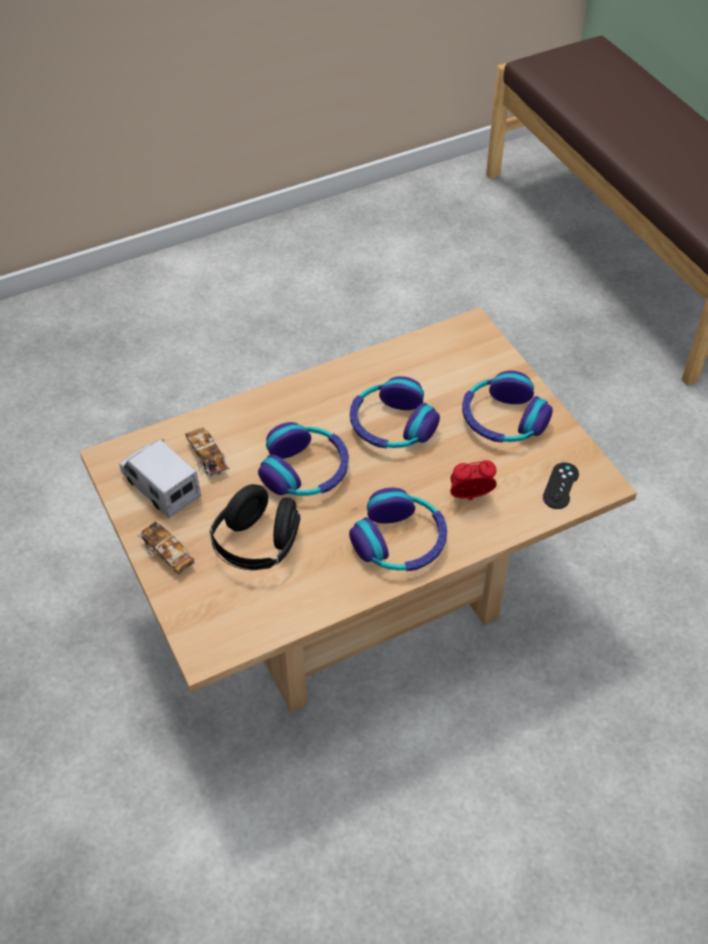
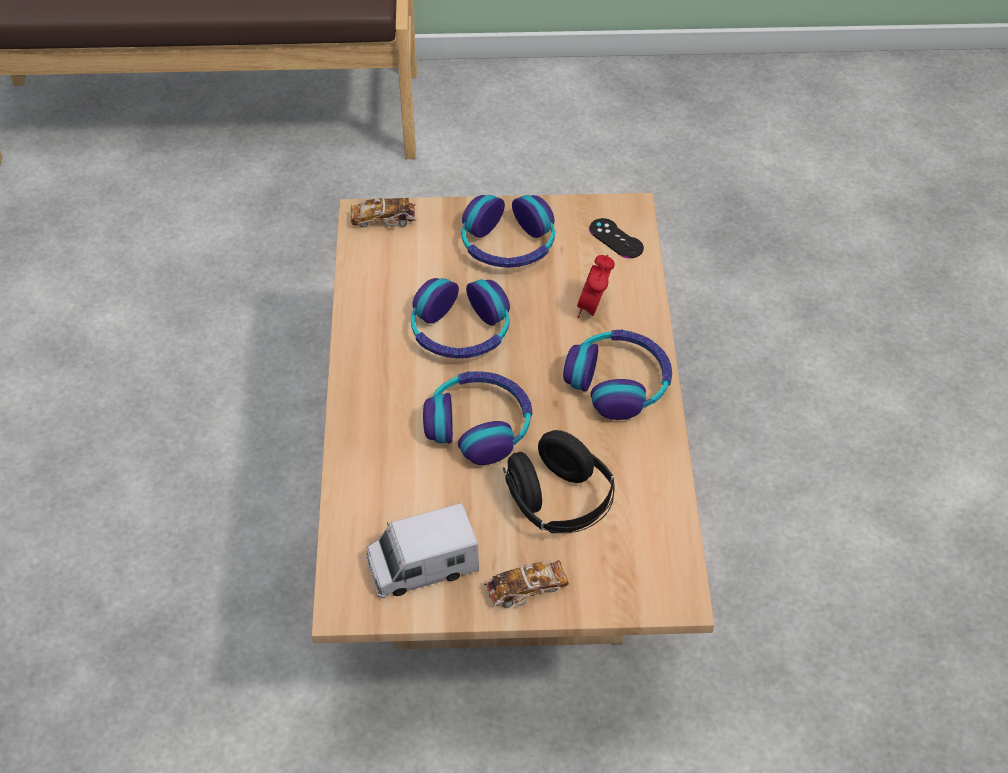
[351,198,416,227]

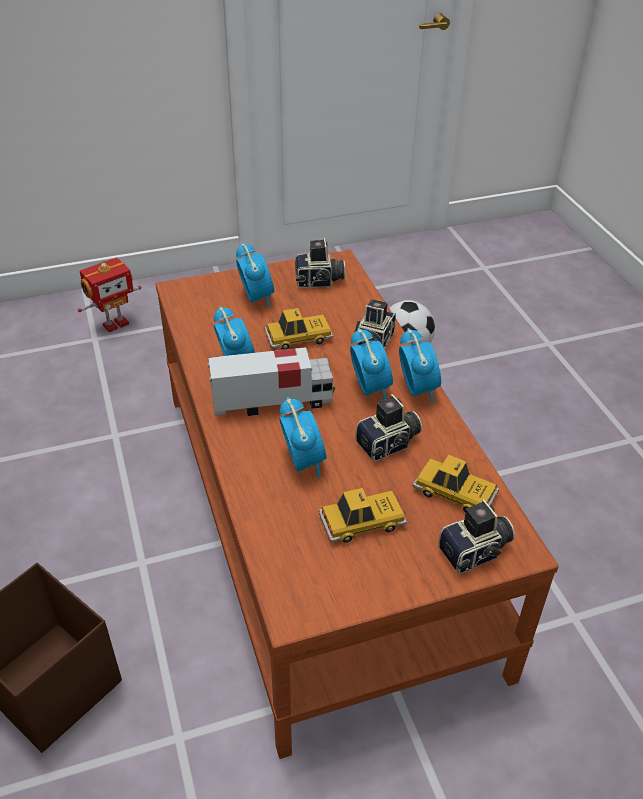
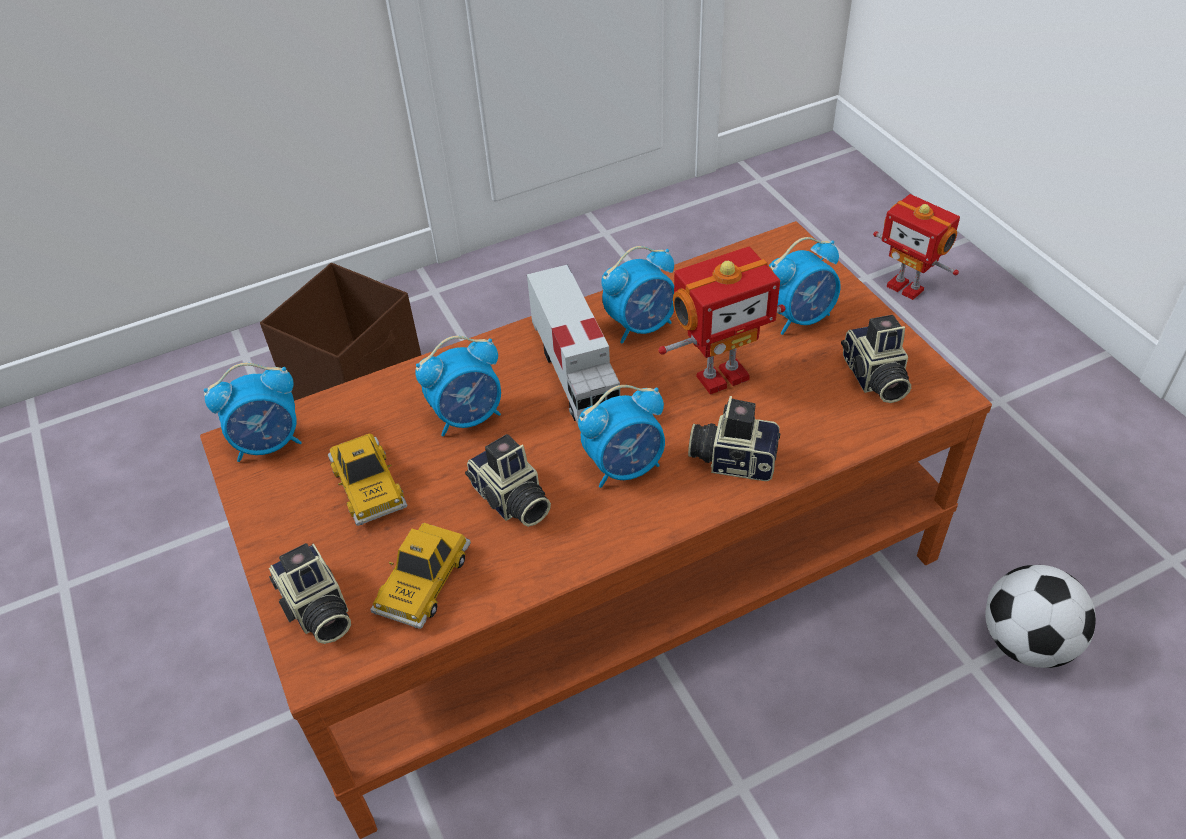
[204,363,302,462]
[658,247,786,394]

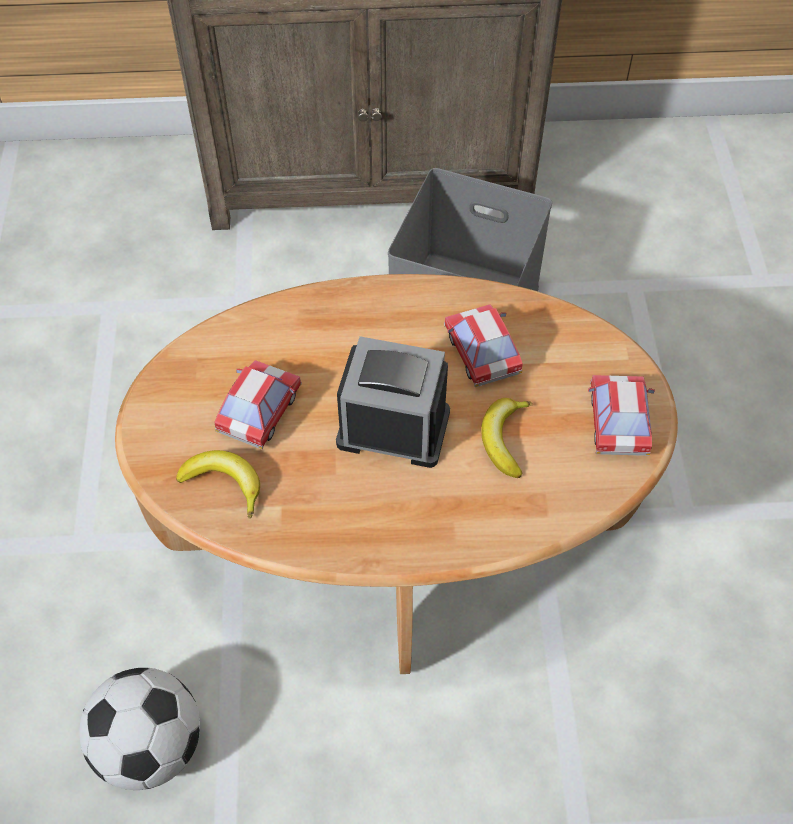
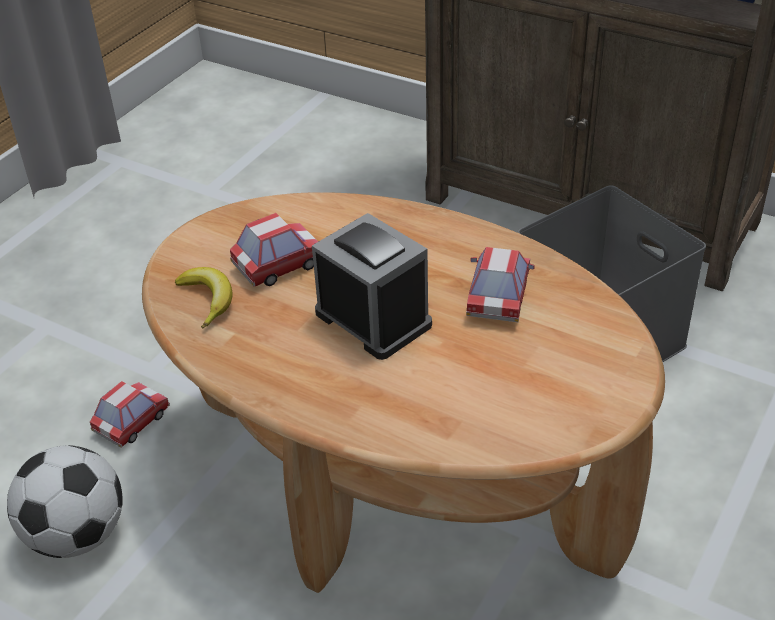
[482,398,532,478] (first image)
[90,381,170,447]

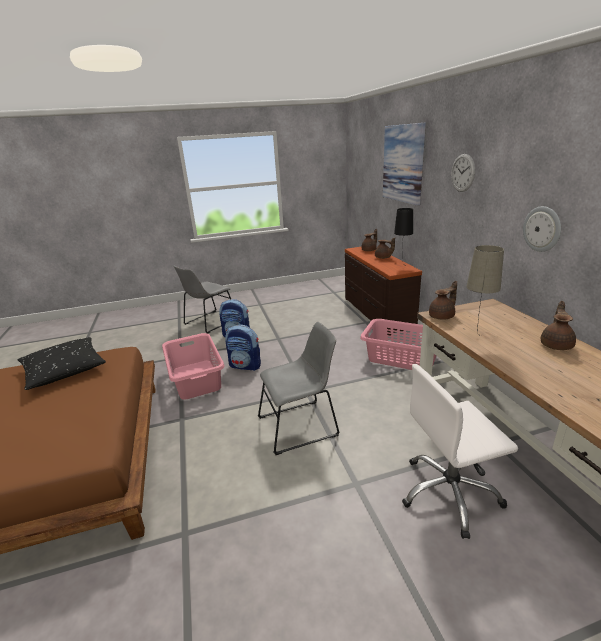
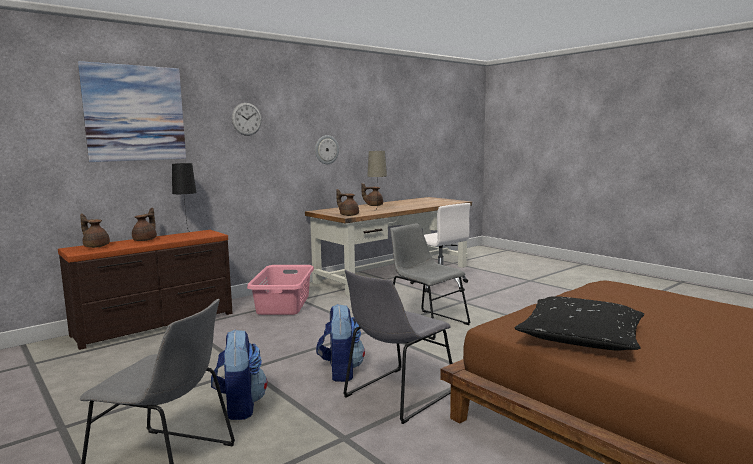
[343,270,452,424]

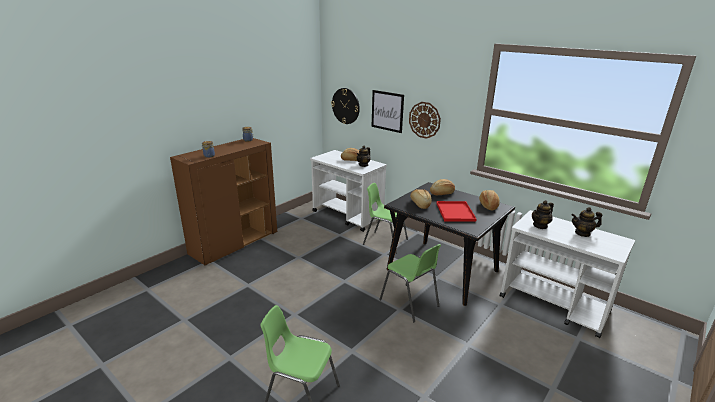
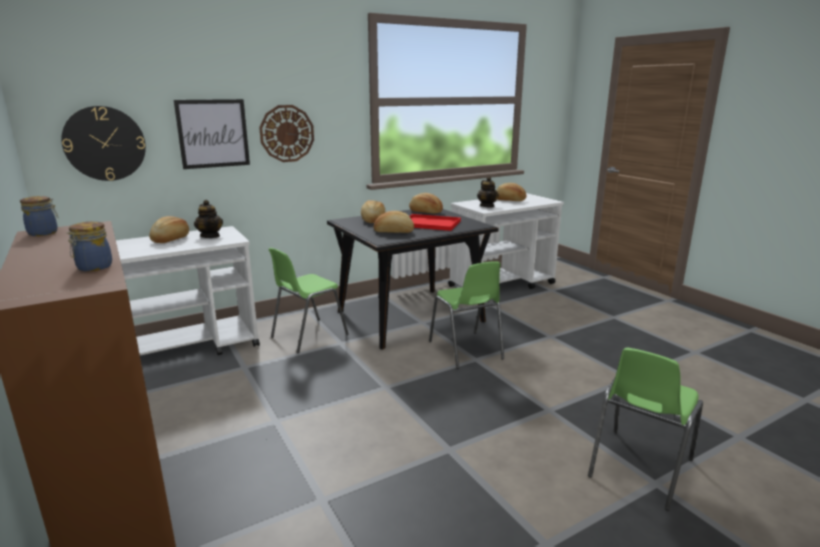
[496,183,526,201]
[429,261,504,369]

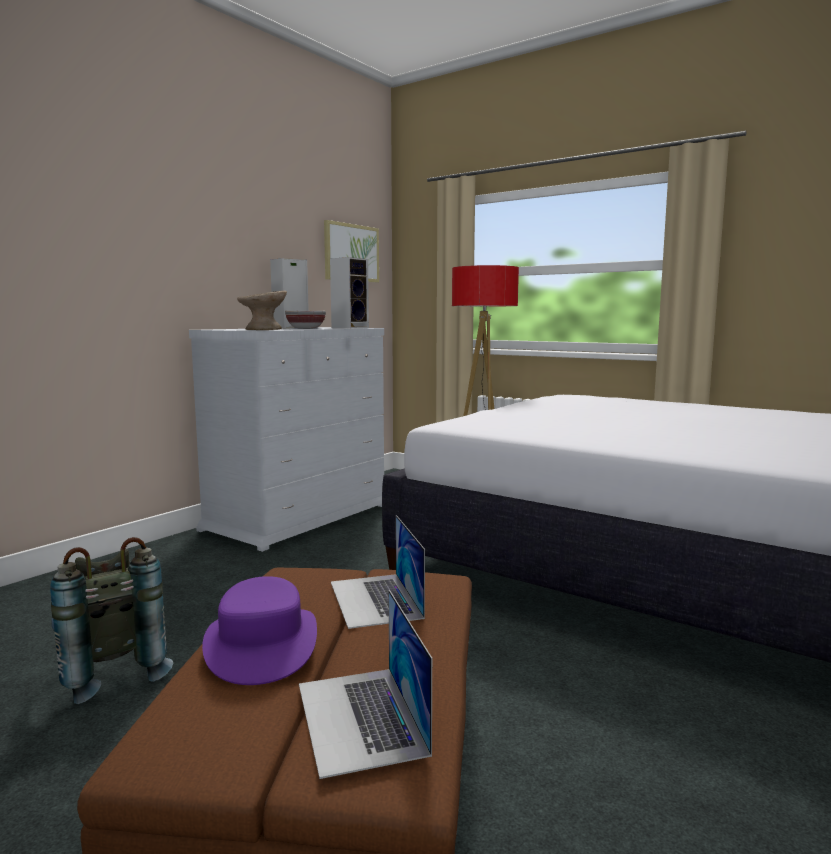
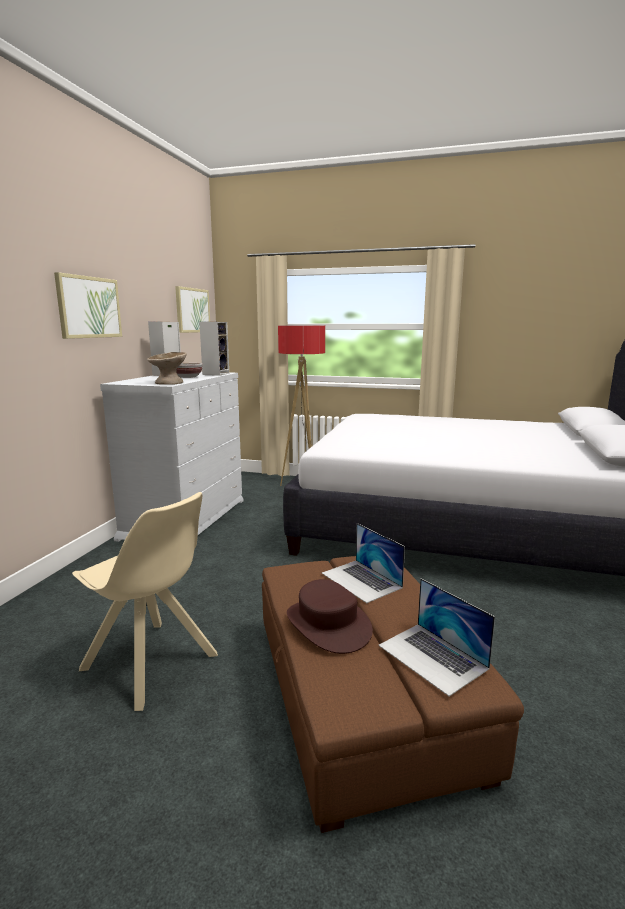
[54,272,122,339]
[72,492,218,711]
[287,579,373,654]

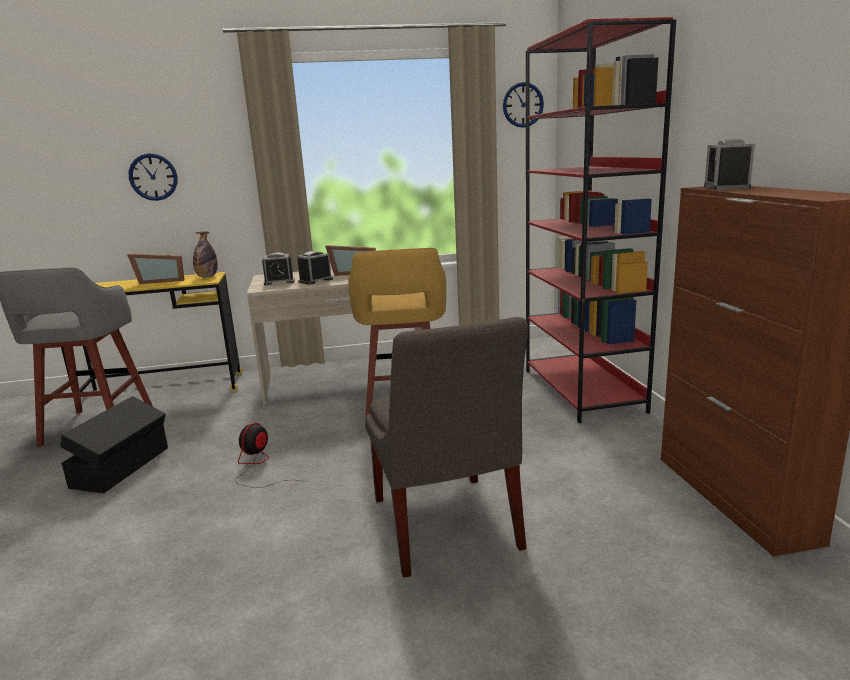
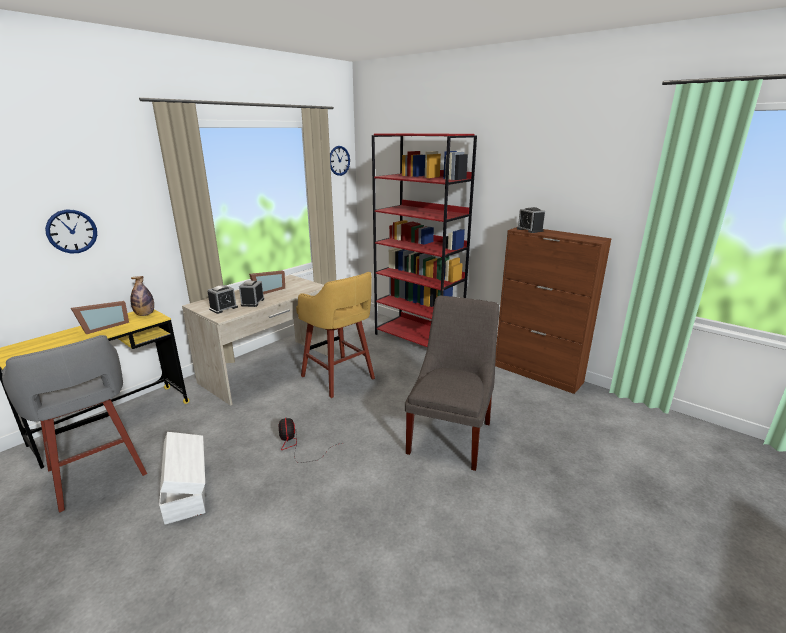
[159,432,206,525]
[405,296,500,471]

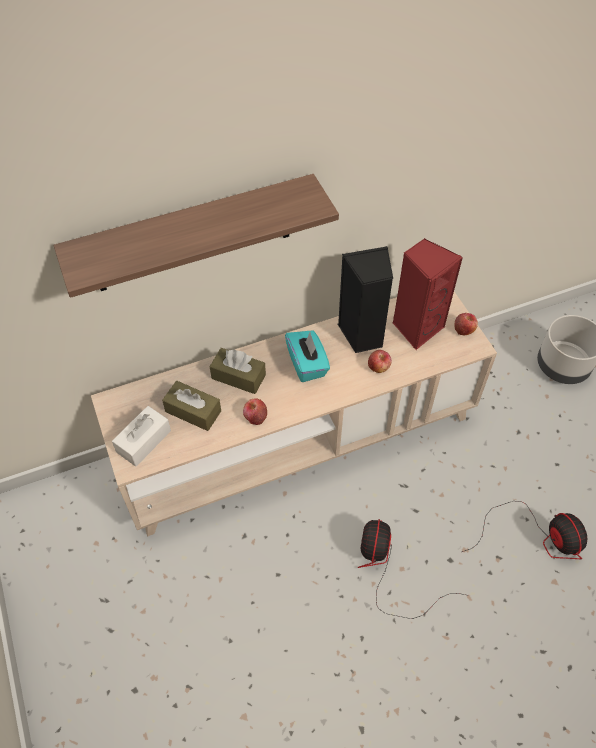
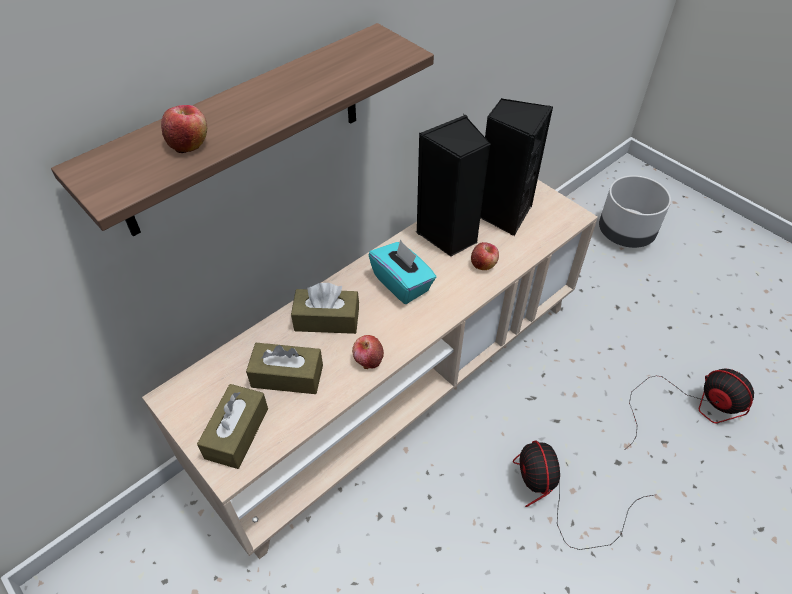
[161,105,207,153]
[197,384,268,469]
[480,98,553,236]

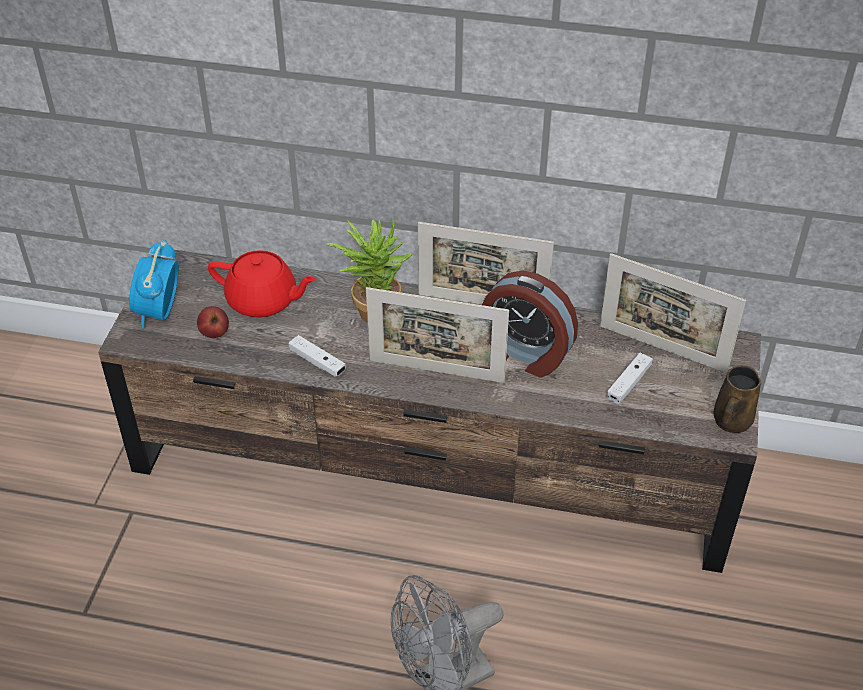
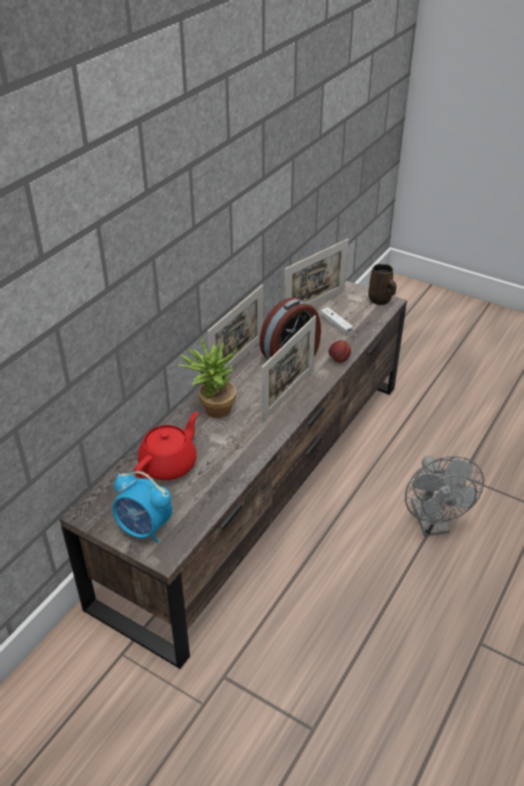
[289,335,346,377] (first image)
[328,340,351,363]

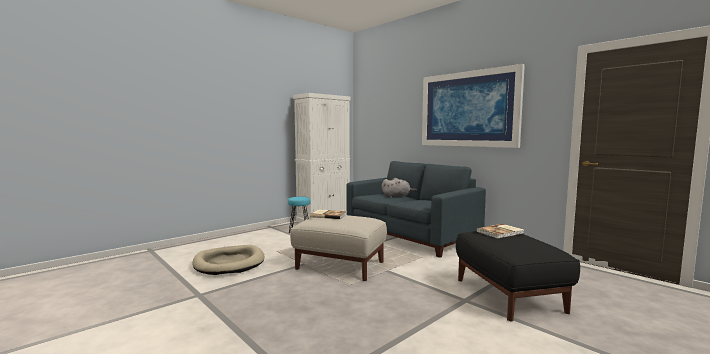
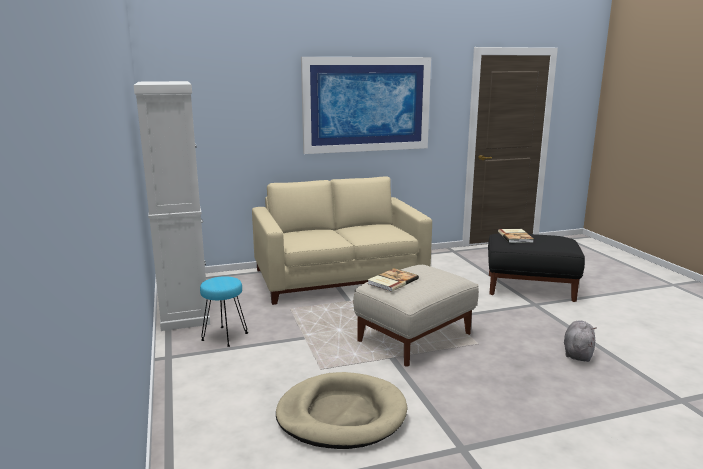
[564,320,596,362]
[252,176,432,305]

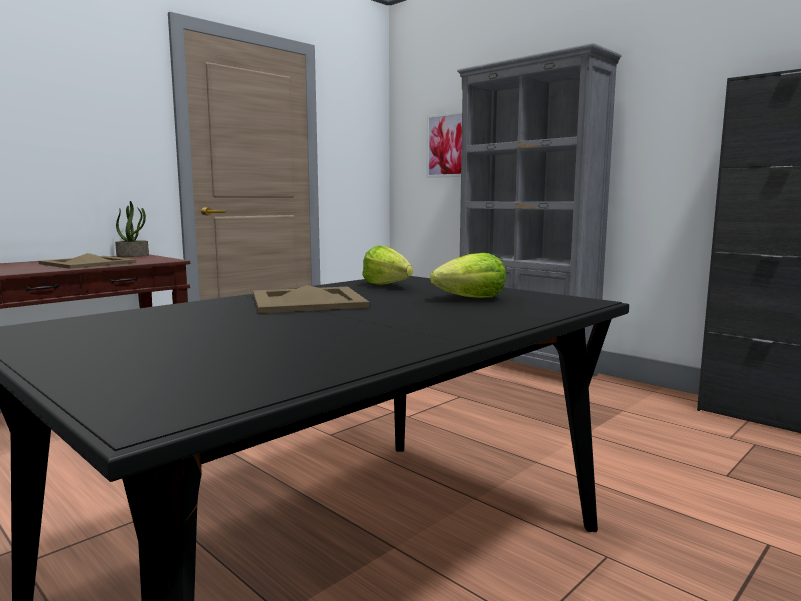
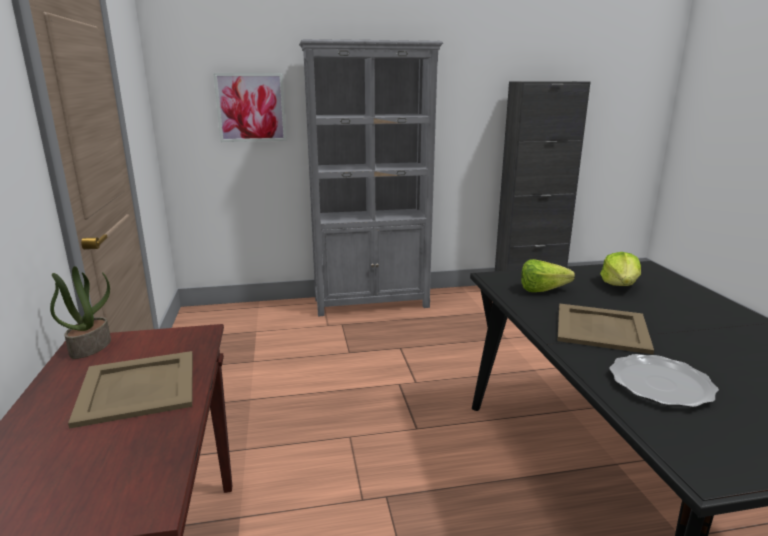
[609,354,719,407]

